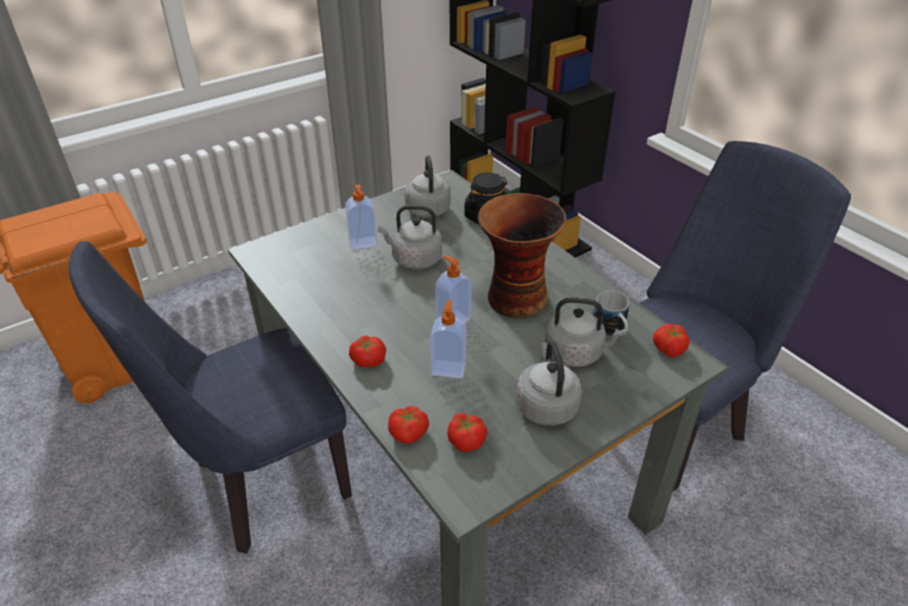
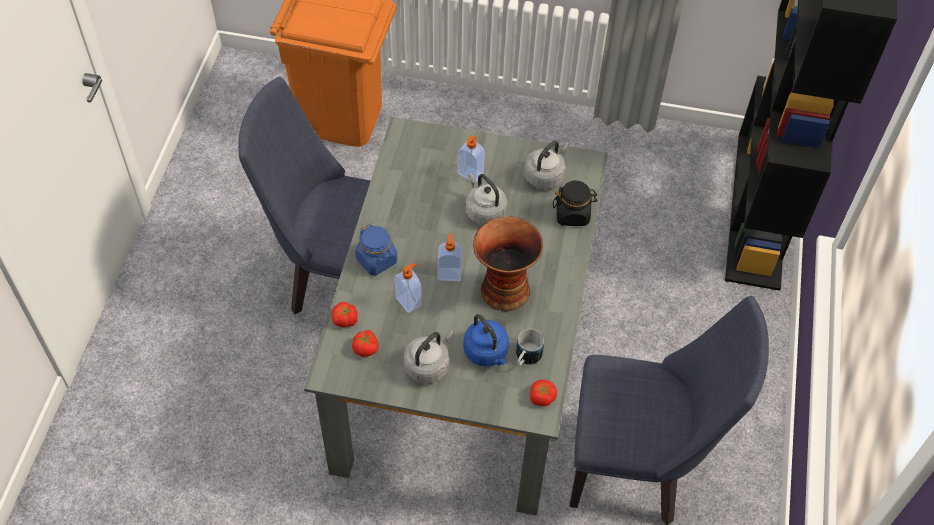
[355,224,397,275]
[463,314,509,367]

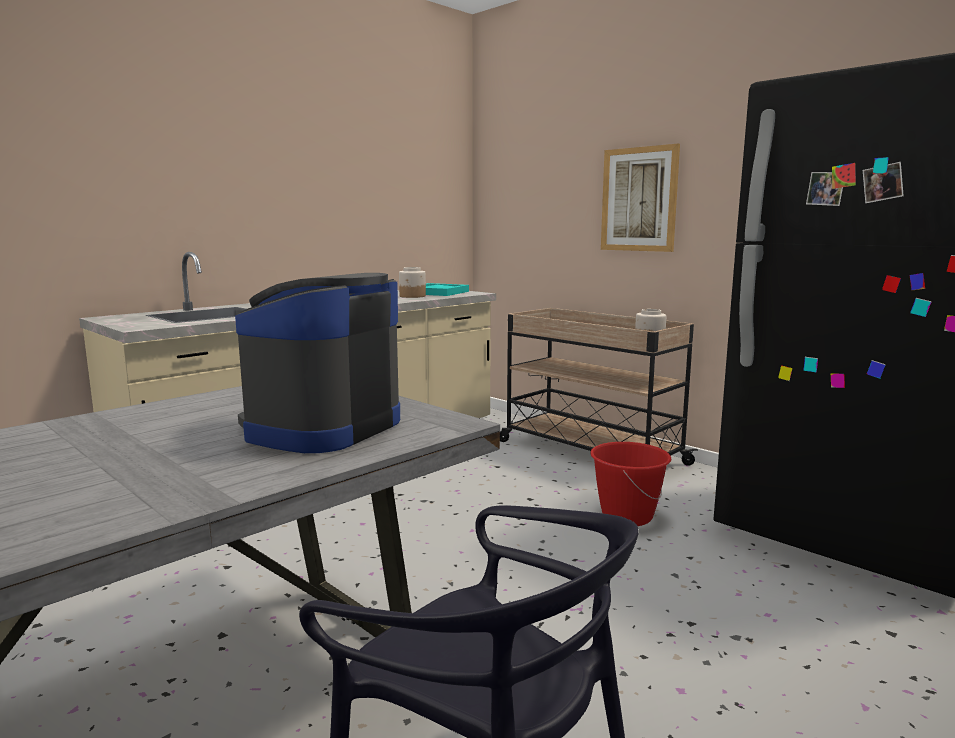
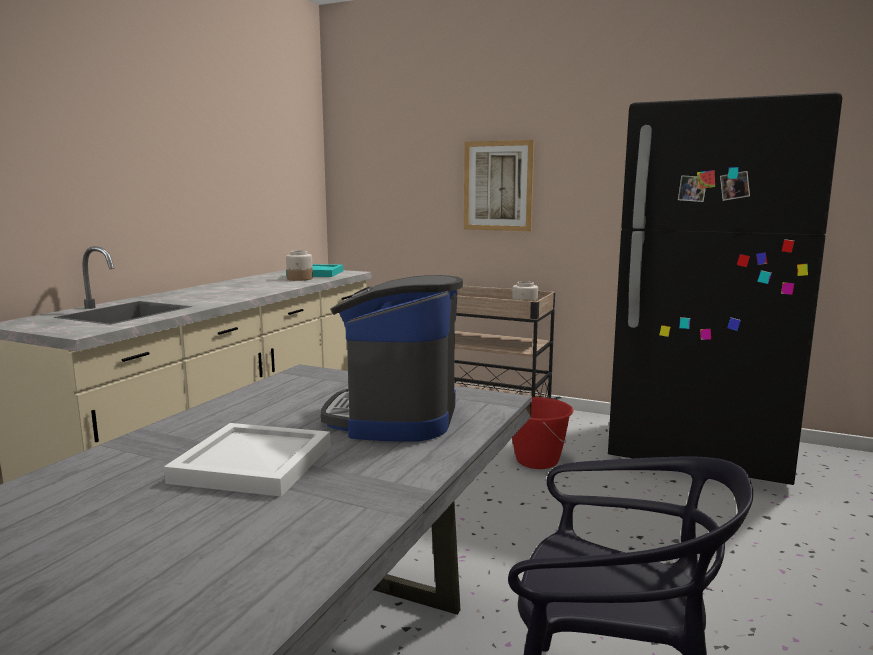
[164,423,330,497]

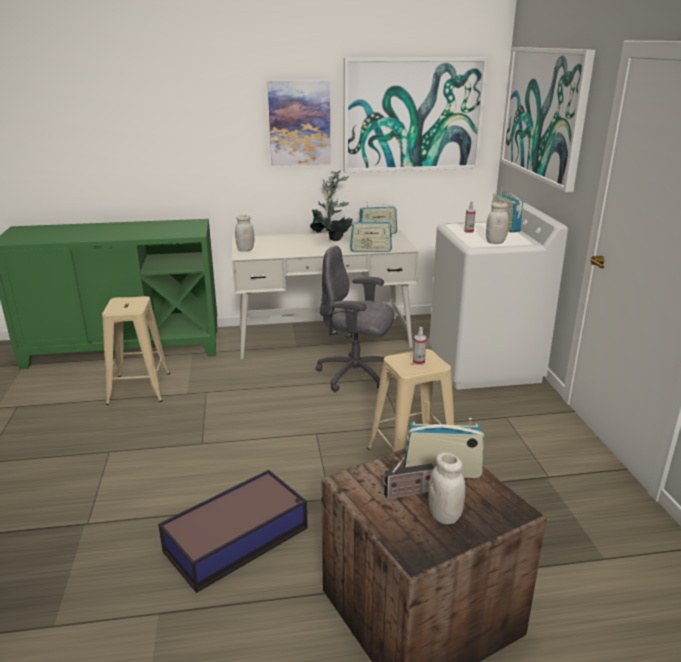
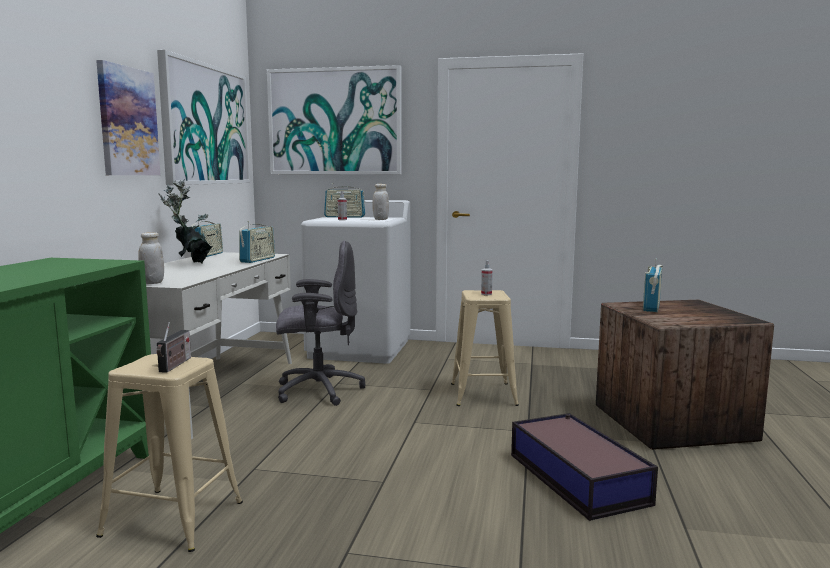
[428,452,465,525] (first image)
[157,322,191,373]
[276,241,365,406]

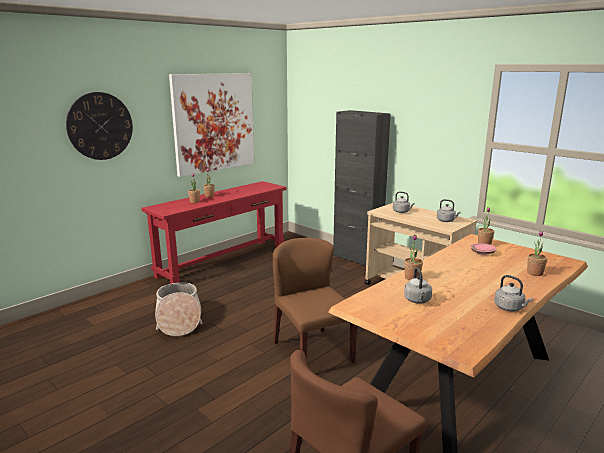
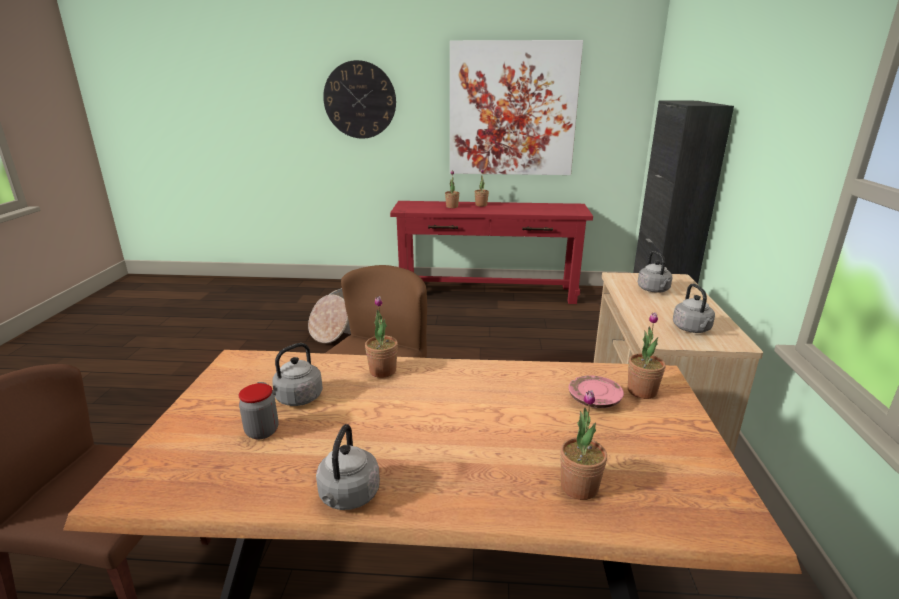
[239,383,279,439]

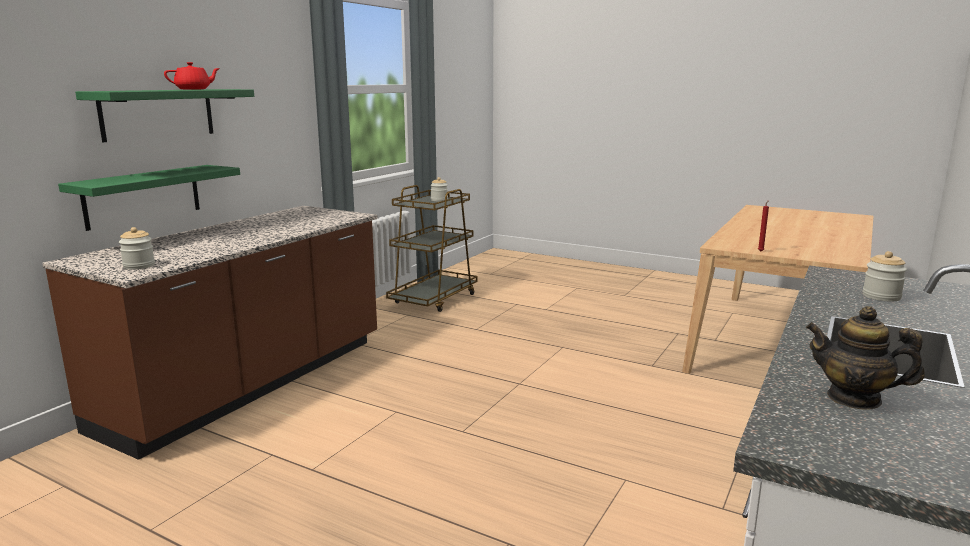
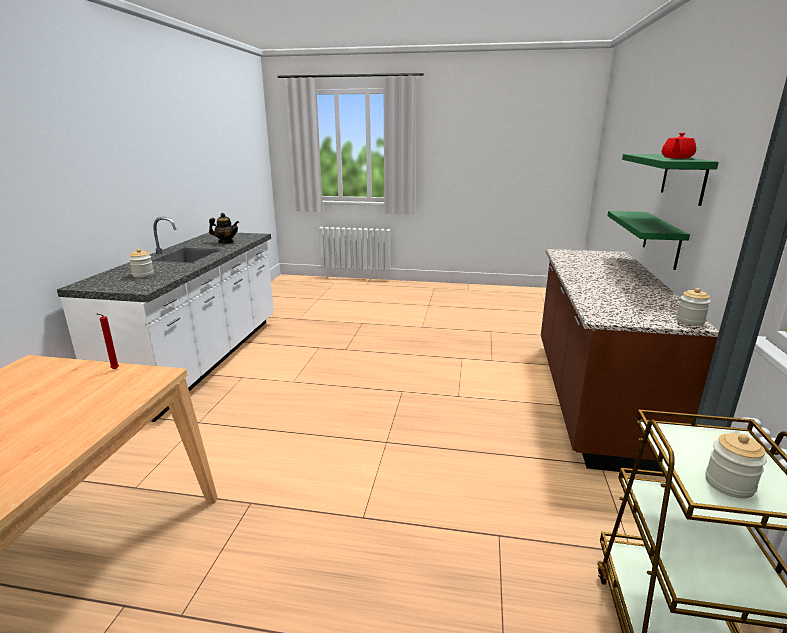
[676,288,711,326]

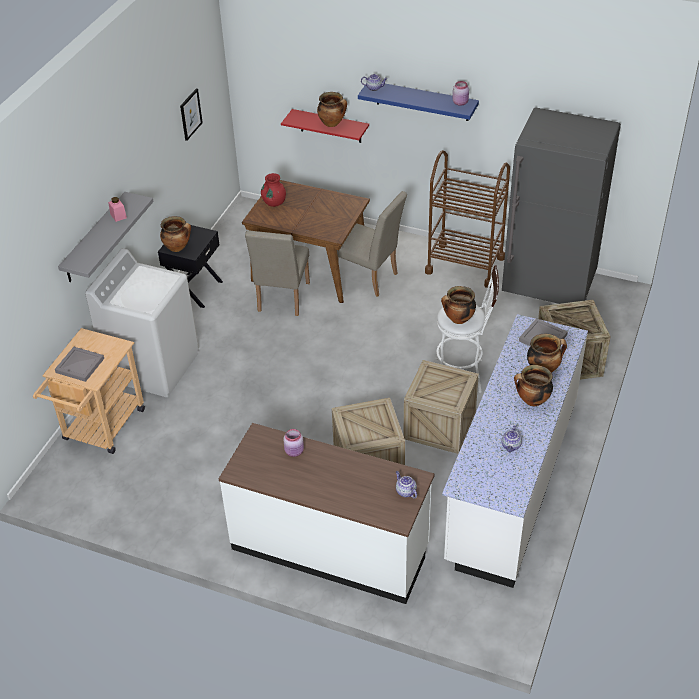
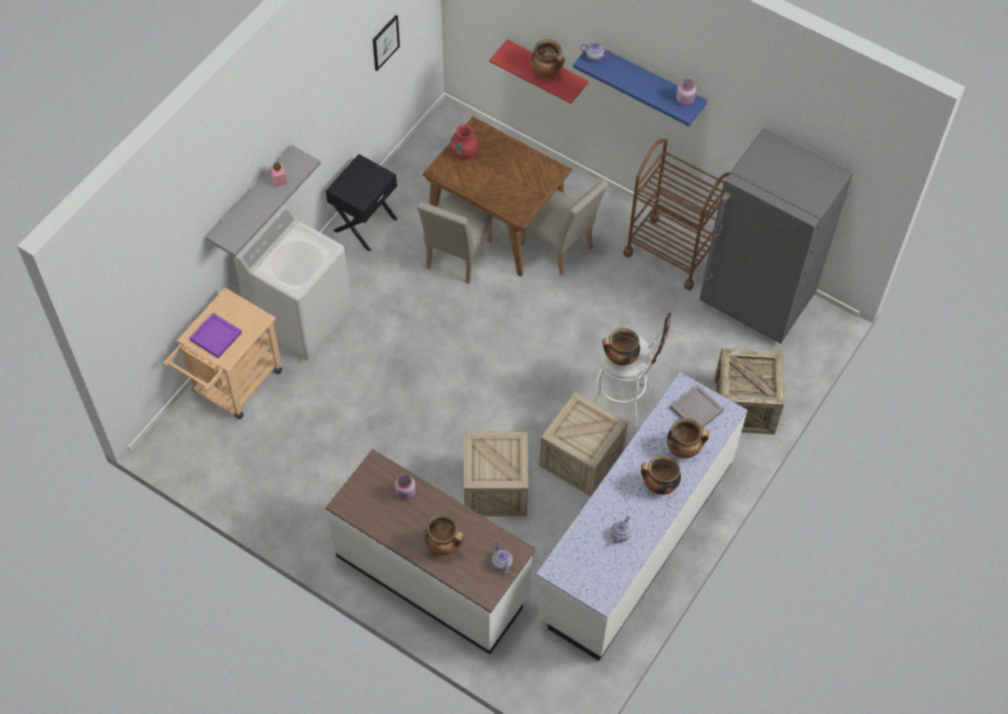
[424,514,465,556]
[190,313,242,359]

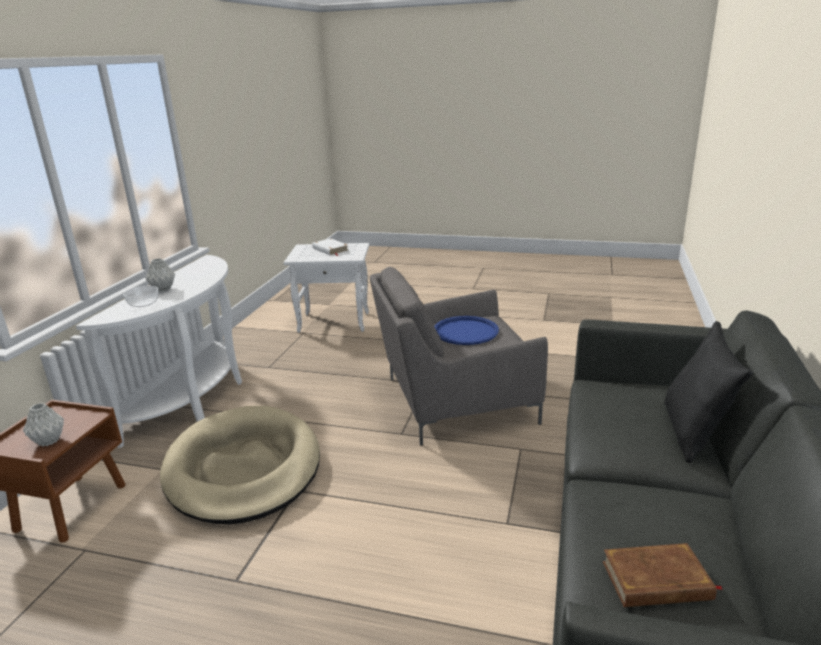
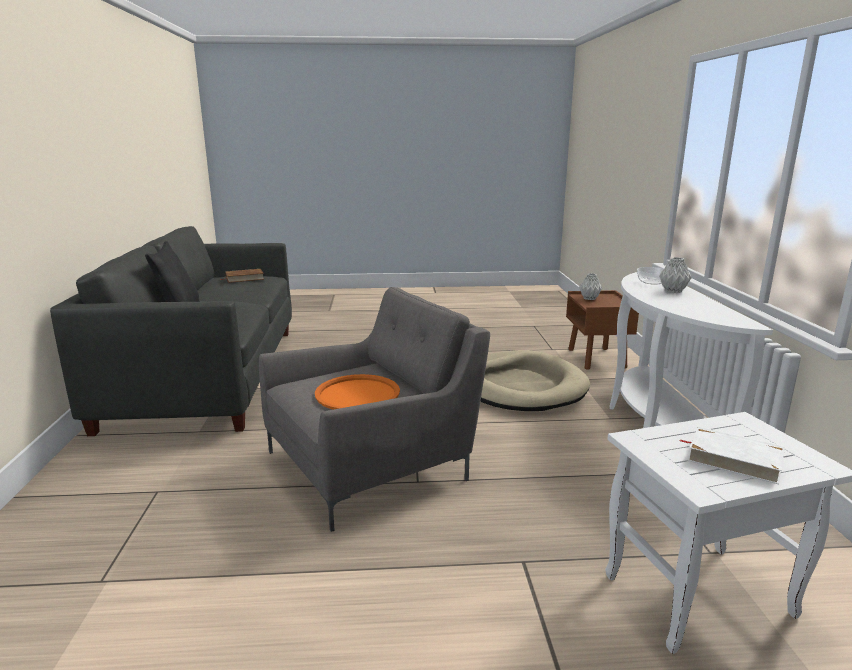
[315,374,400,410]

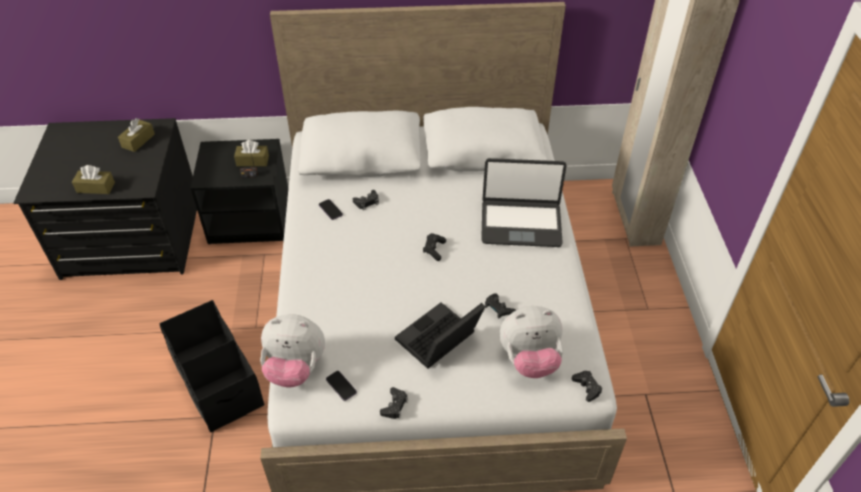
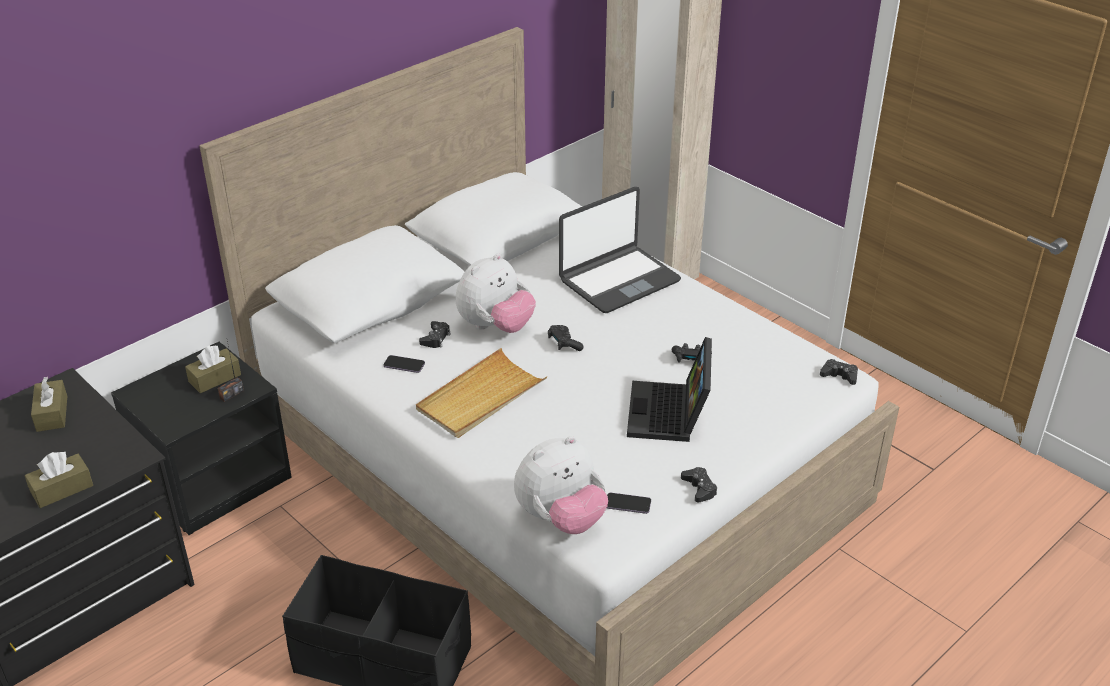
[416,348,547,438]
[456,253,536,333]

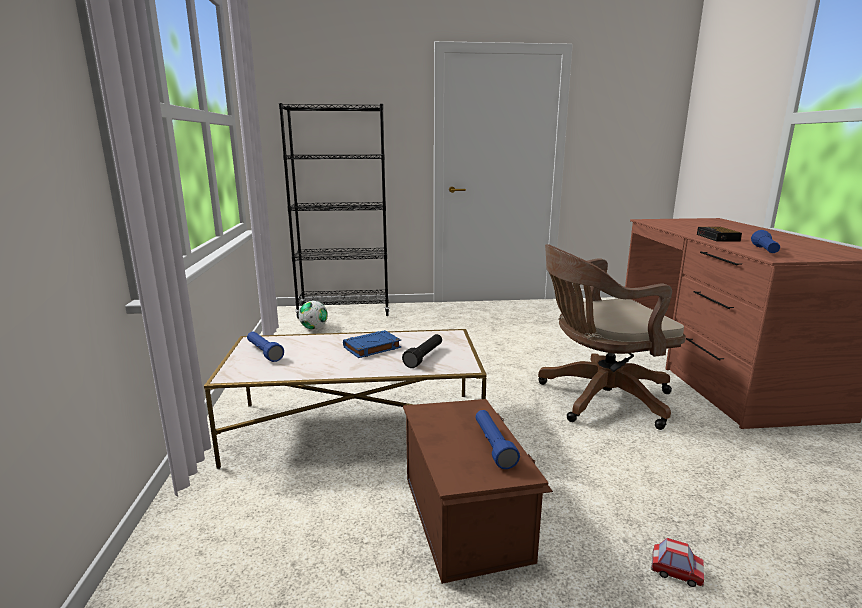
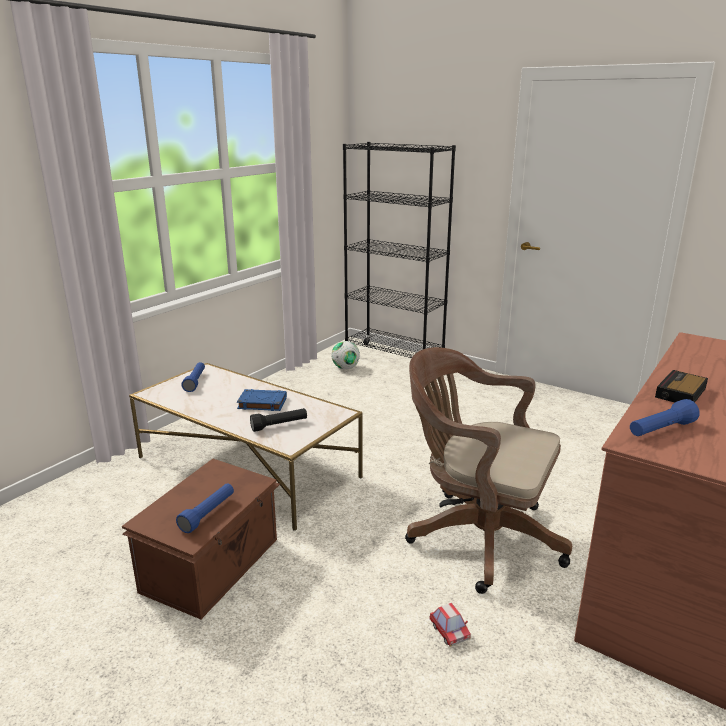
[429,603,471,647]

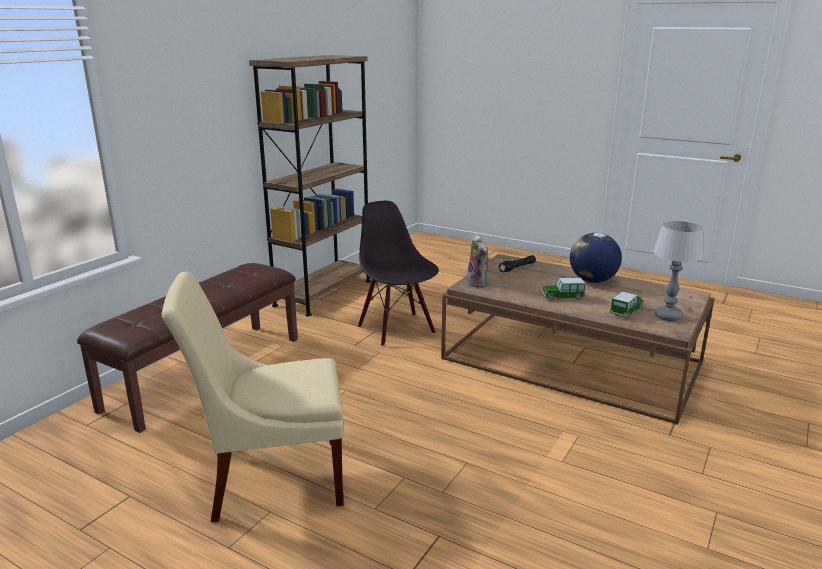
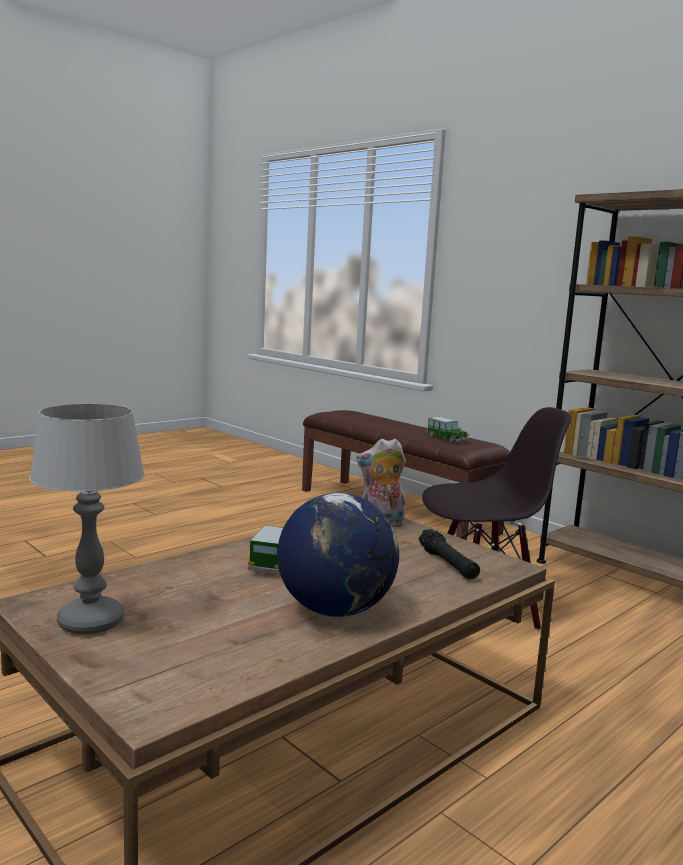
[162,272,344,522] (first image)
[426,417,470,443]

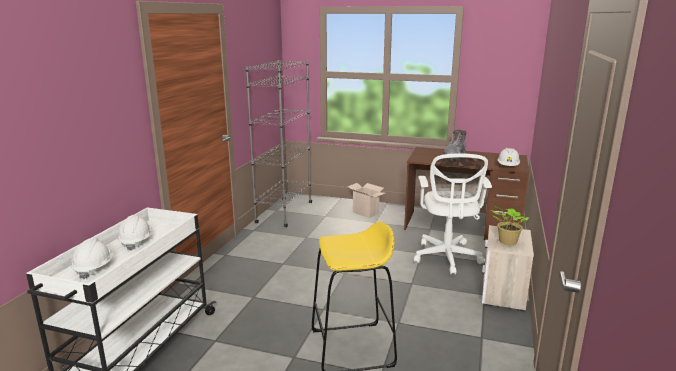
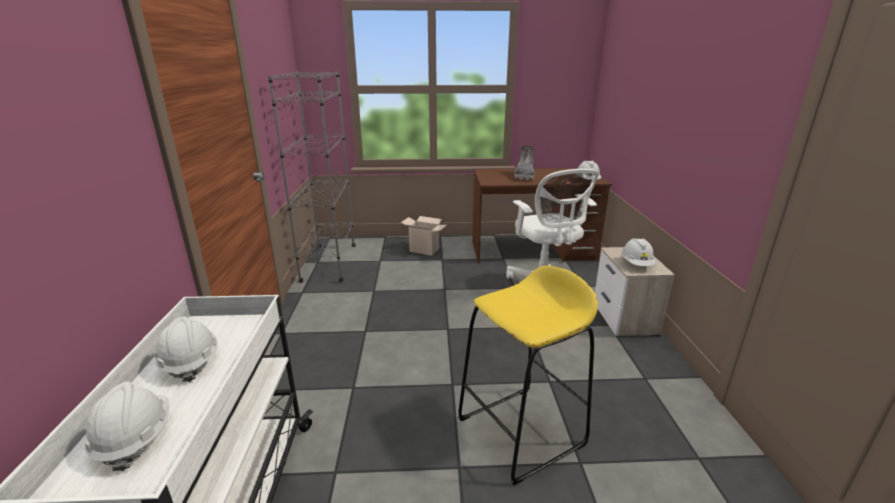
[621,238,655,266]

